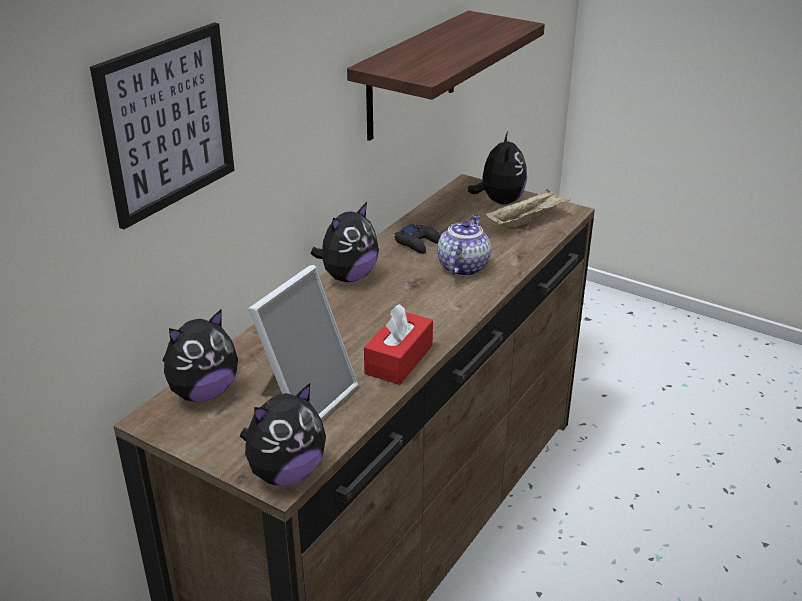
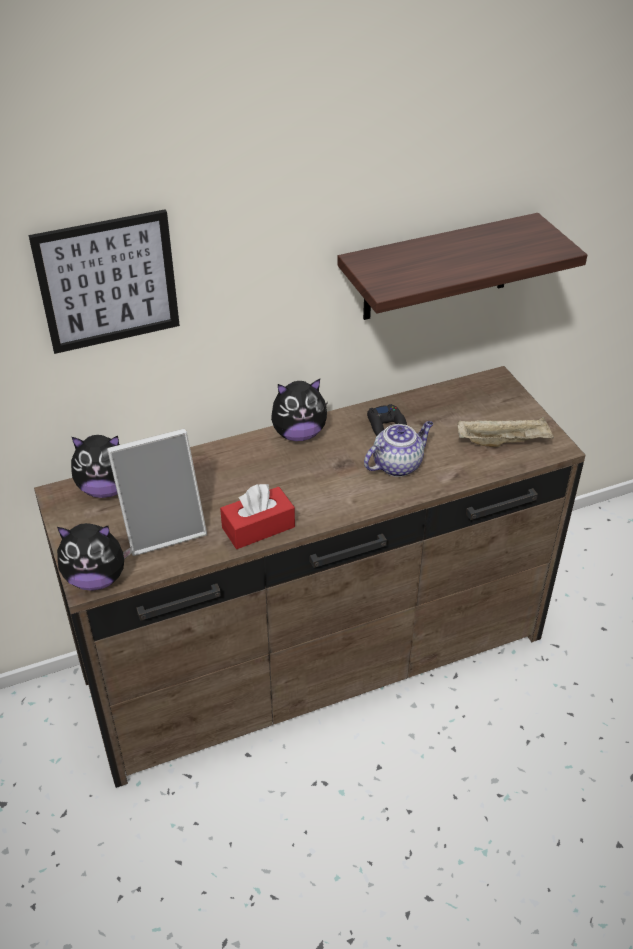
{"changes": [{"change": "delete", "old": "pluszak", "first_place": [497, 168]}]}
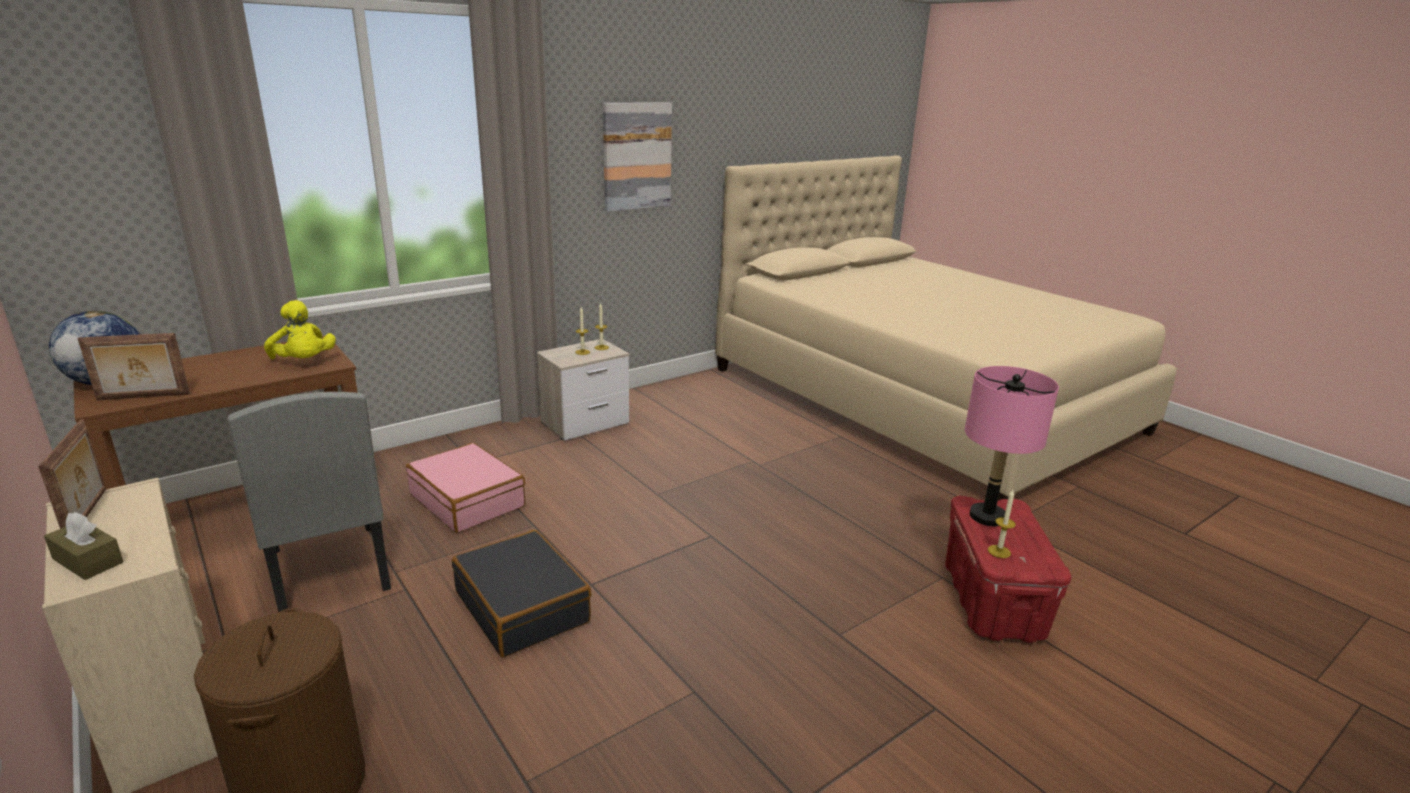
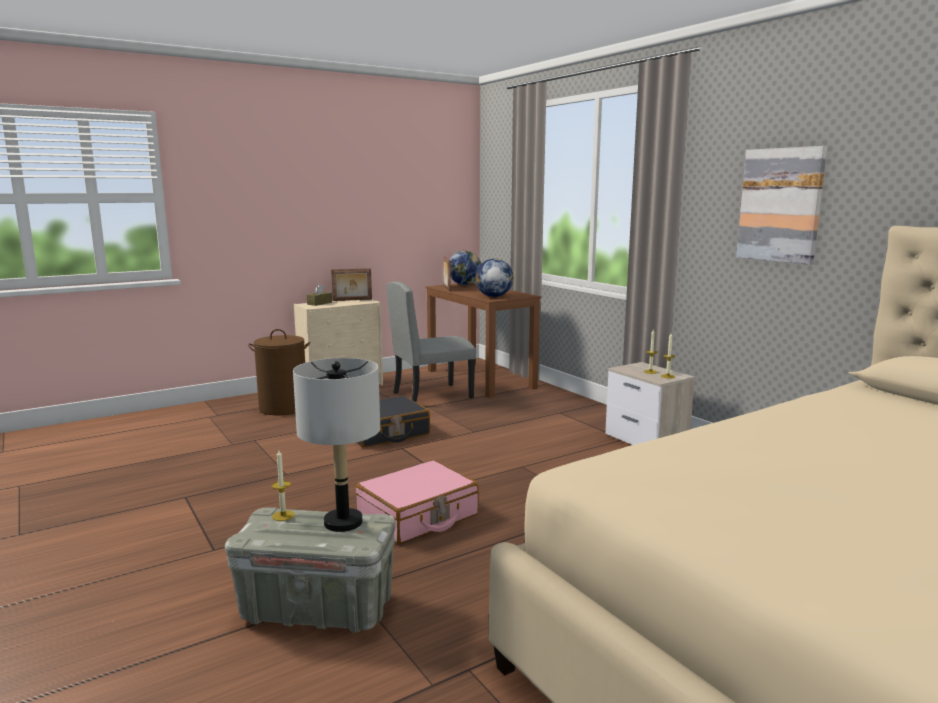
{"changes": [{"change": "recolor", "old": "pojemnik do przechowywania [czerwony]", "new": "pojemnik do przechowywania [szary]", "first_place": [1008, 569], "second_place": [310, 570]}, {"change": "recolor", "old": "lampa stołowa [różowy]", "new": "lampa stołowa [szary]", "first_place": [1012, 446], "second_place": [336, 445]}, {"change": "move", "old": "walizka [różowy]", "first_place": [465, 488], "second_place": [417, 502]}, {"change": "replace", "old": "pluszak [żółty]", "new": "globus", "first_place": [300, 329], "second_place": [494, 278]}]}
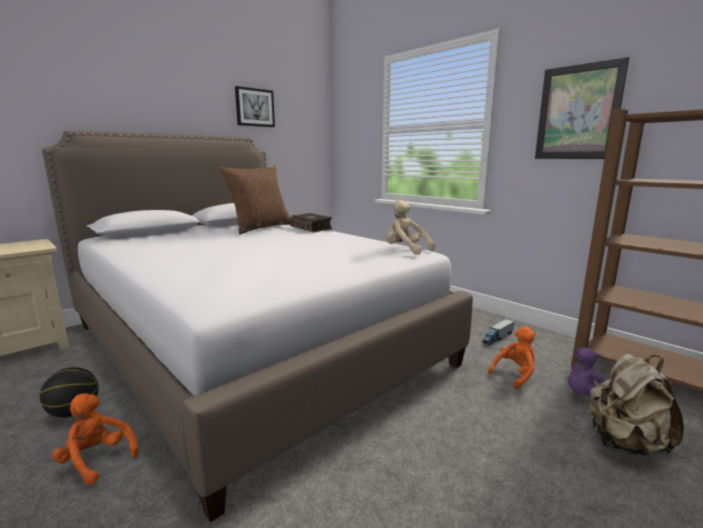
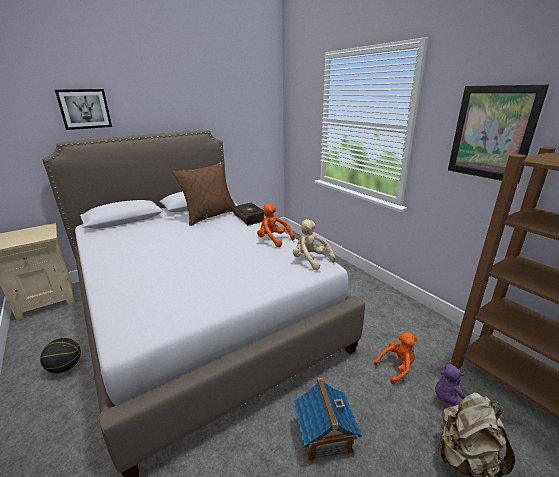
{"changes": [{"change": "move", "old": "obraz", "first_place": [255, 106], "second_place": [83, 109]}, {"change": "move", "old": "pluszak [pomarańczowy]", "first_place": [95, 439], "second_place": [276, 225]}, {"change": "insert", "new": "domek", "second_place": [328, 419]}, {"change": "delete", "old": "ciężarówka zabawkowa", "first_place": [498, 332]}]}
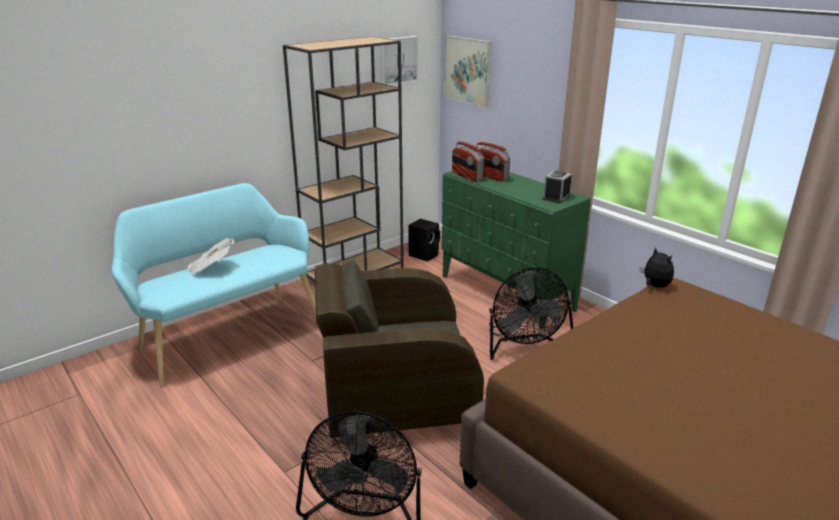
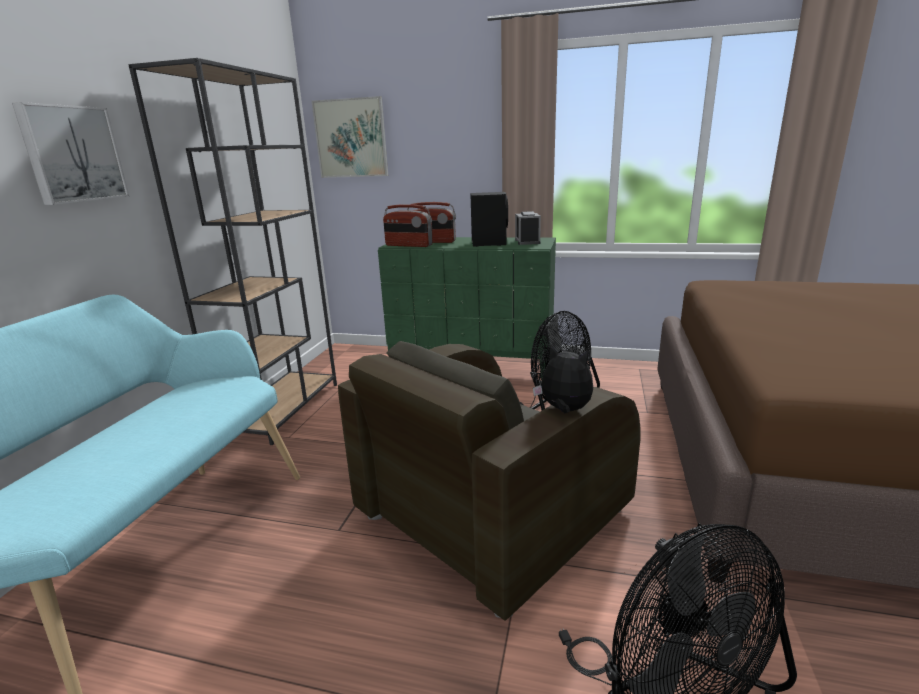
{"changes": [{"change": "move", "old": "obraz", "first_place": [399, 60], "second_place": [70, 153]}, {"change": "move", "old": "głośnik [czarny]", "first_place": [424, 240], "second_place": [489, 219]}, {"change": "move", "old": "pluszak", "first_place": [656, 267], "second_place": [563, 379]}, {"change": "delete", "old": "gazeta", "first_place": [211, 256]}]}
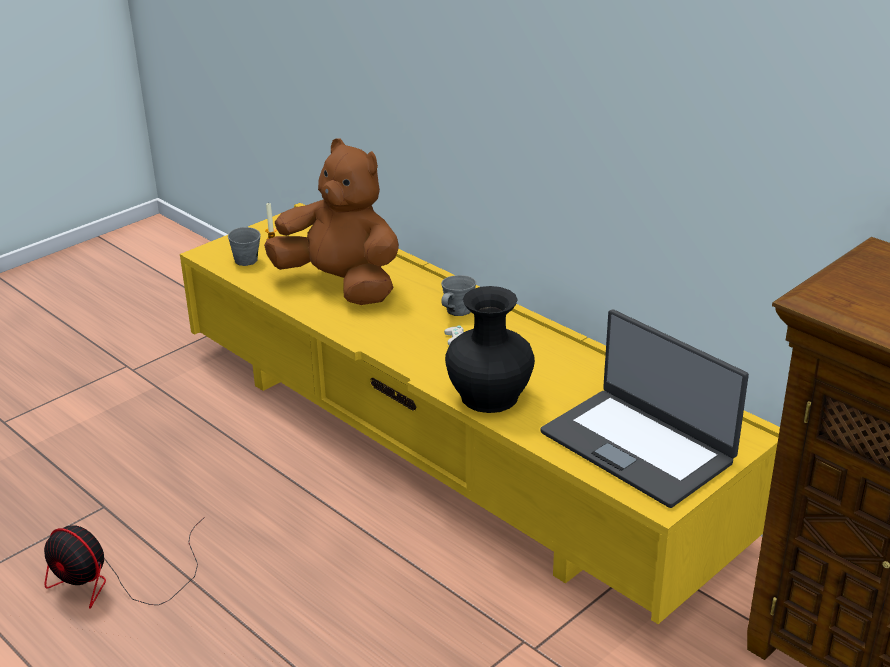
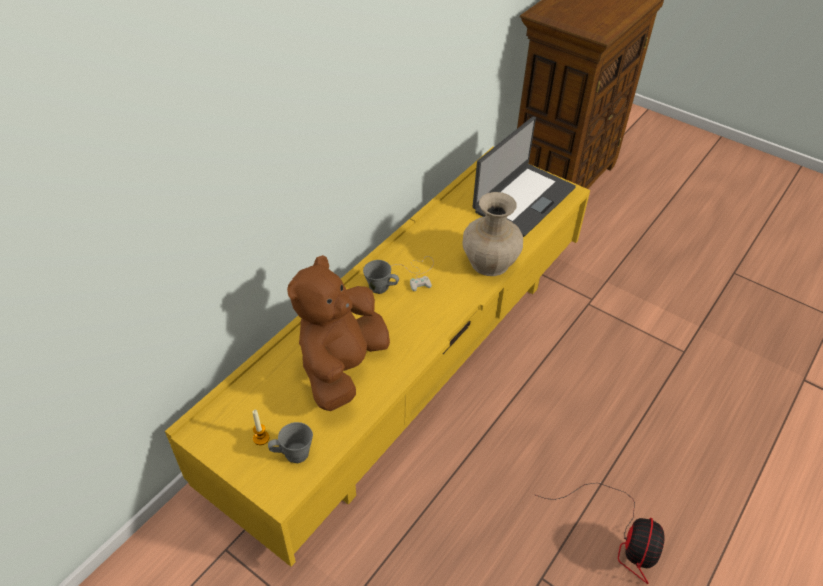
{"changes": [{"change": "recolor", "old": "wazon [czarny]", "new": "wazon [beżowy]", "first_place": [490, 349], "second_place": [493, 234]}]}
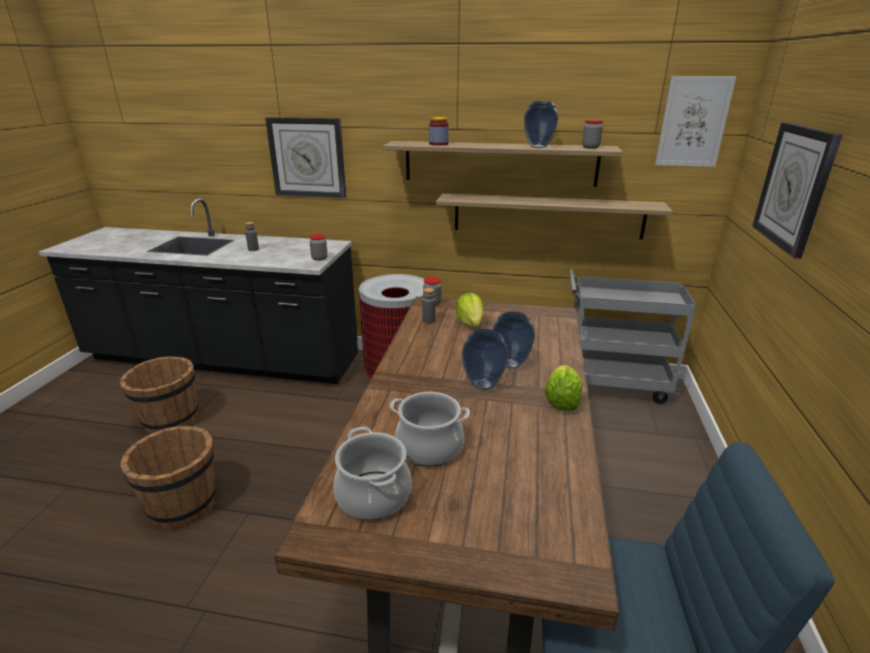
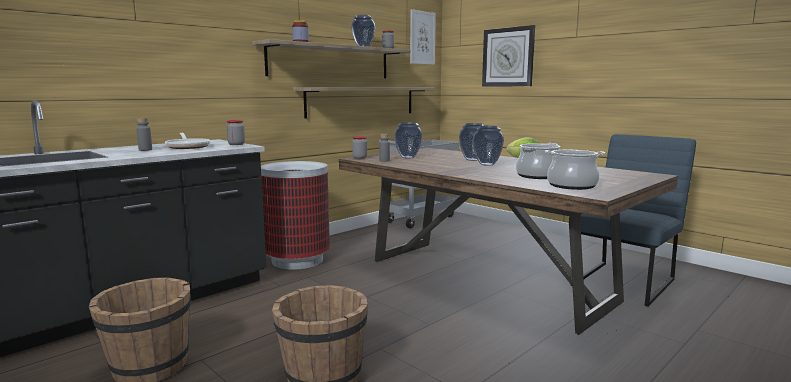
{"changes": [{"change": "insert", "new": "patelnia", "second_place": [187, 141]}, {"change": "replace", "old": "sałata", "new": "wazon", "first_place": [470, 309], "second_place": [408, 140]}, {"change": "delete", "old": "zegar ścienny", "first_place": [305, 157]}]}
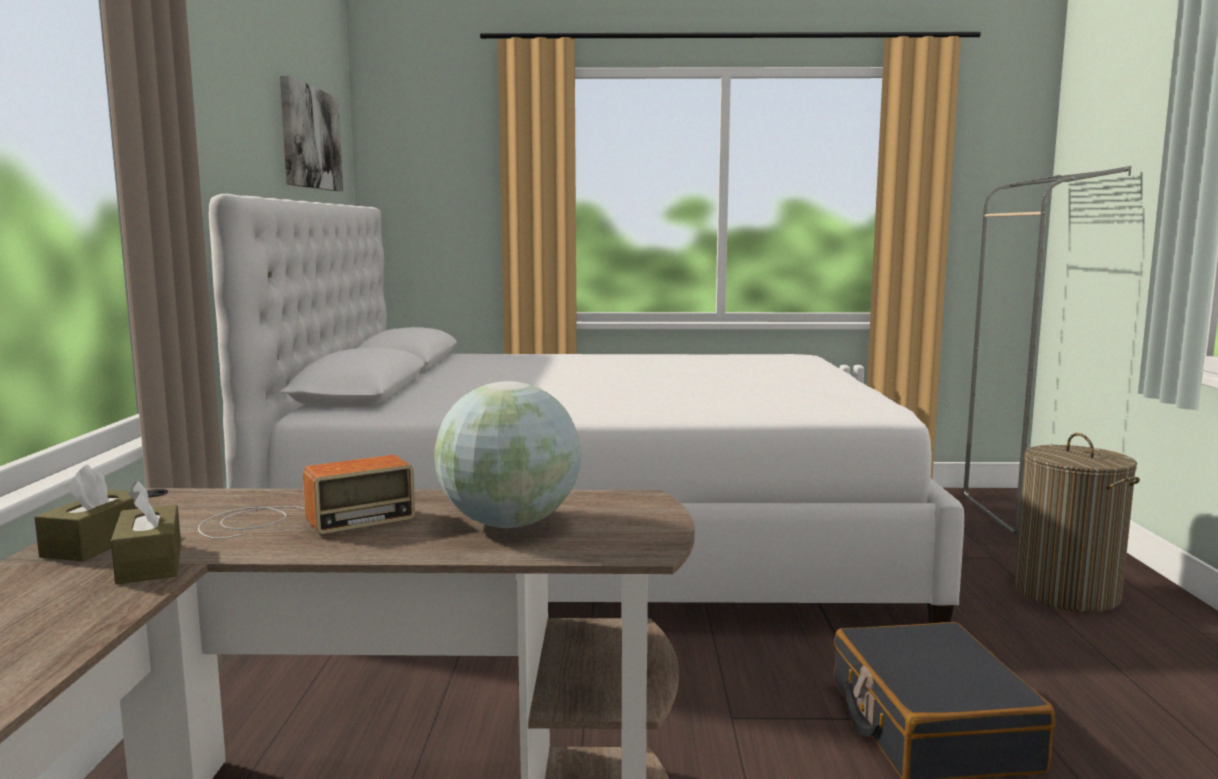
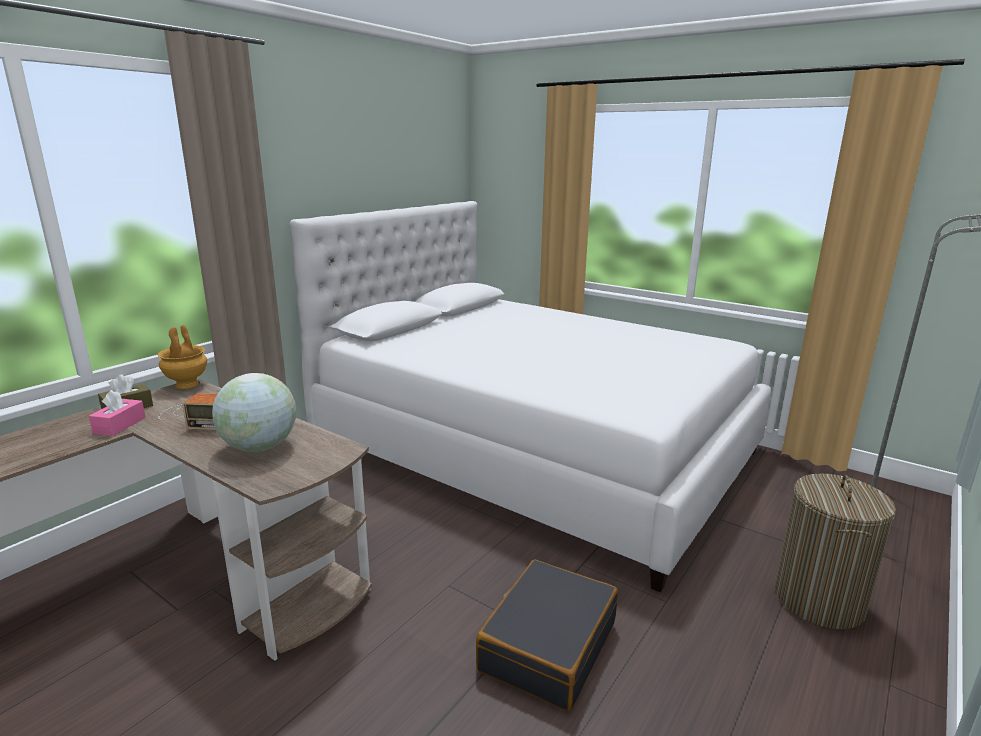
{"changes": [{"change": "recolor", "old": "pudełko chusteczek [brązowy]", "new": "pudełko chusteczek [różowy]", "first_place": [146, 532], "second_place": [117, 413]}, {"change": "insert", "new": "wazon [brązowy]", "second_place": [182, 357]}, {"change": "delete", "old": "obraz", "first_place": [311, 133]}]}
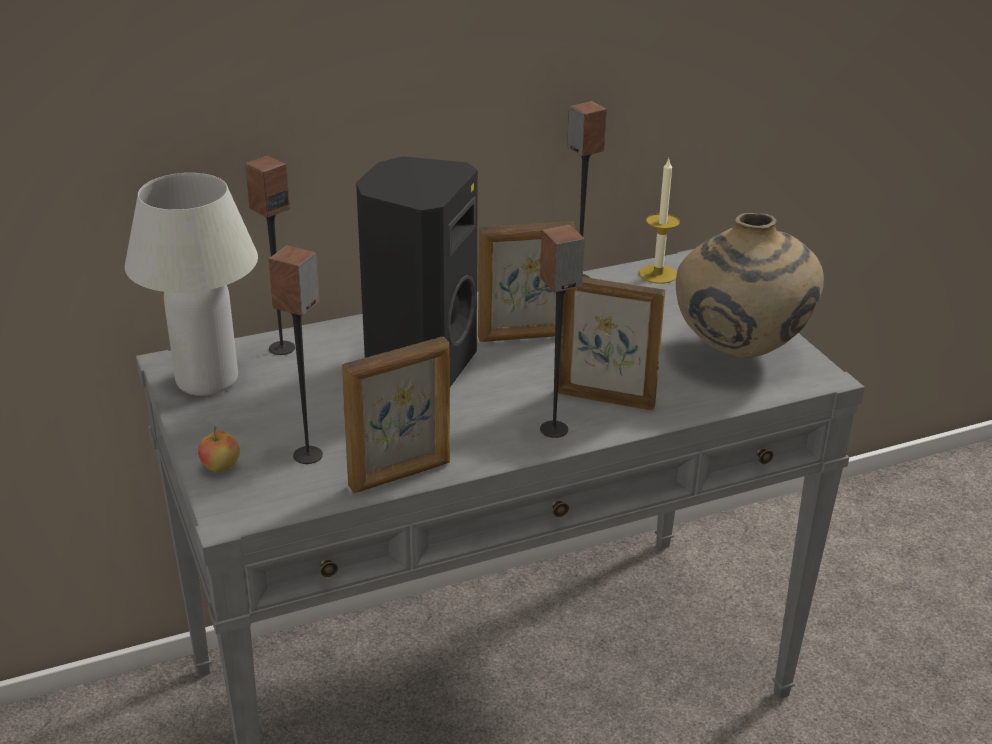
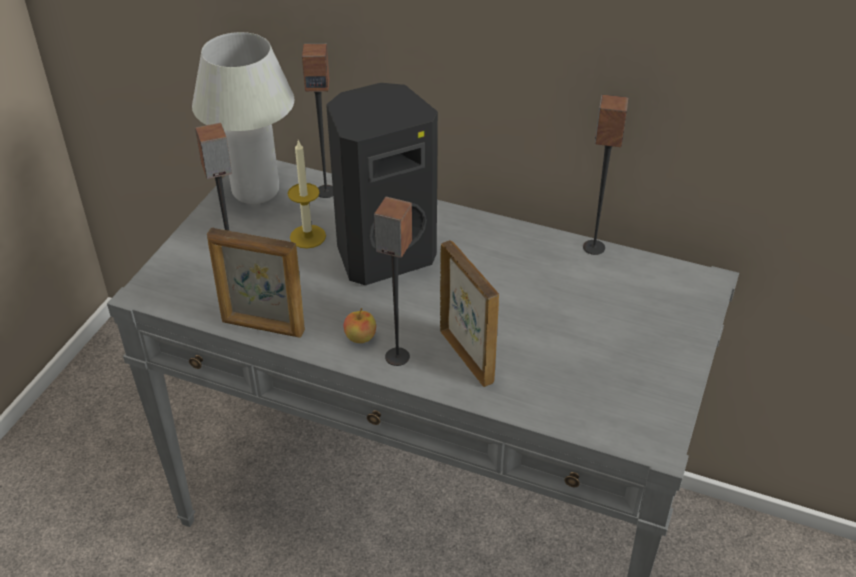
{"changes": [{"change": "move", "old": "świeca", "first_place": [659, 220], "second_place": [307, 194]}, {"change": "move", "old": "jabłko", "first_place": [219, 449], "second_place": [360, 325]}, {"change": "delete", "old": "ramka na zdjęcie", "first_place": [526, 281]}, {"change": "delete", "old": "wazon [beżowy]", "first_place": [750, 285]}]}
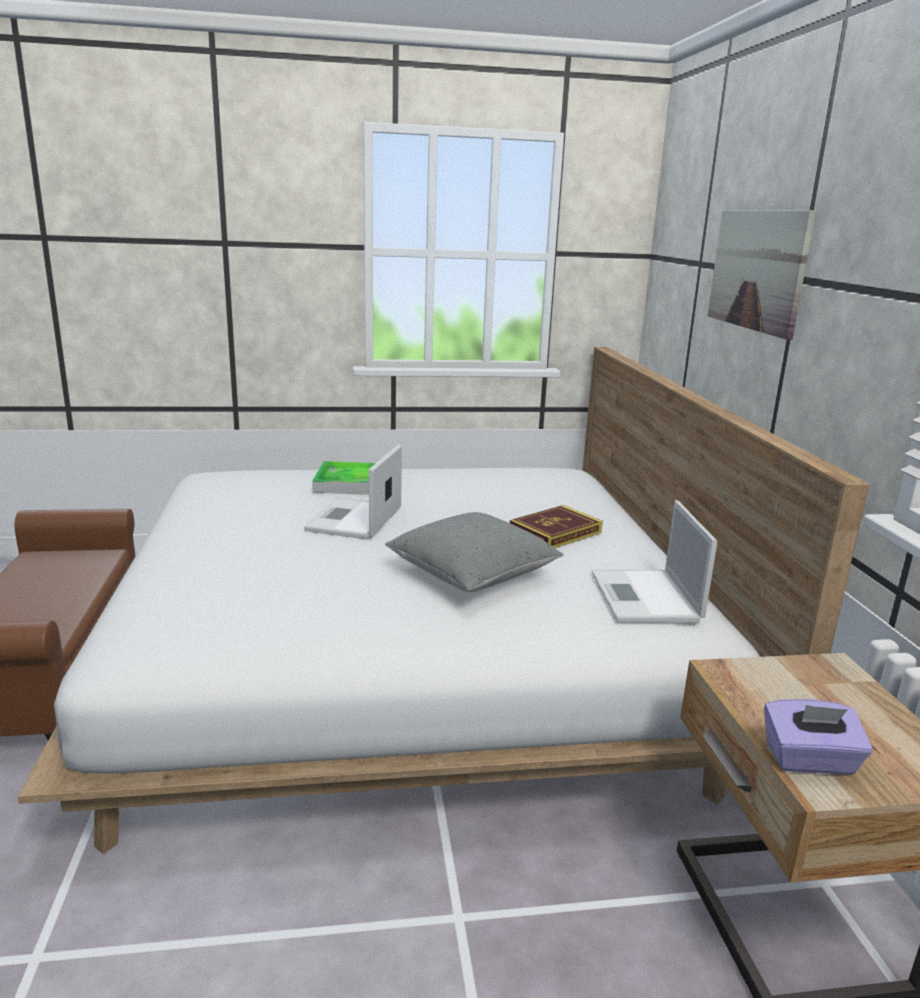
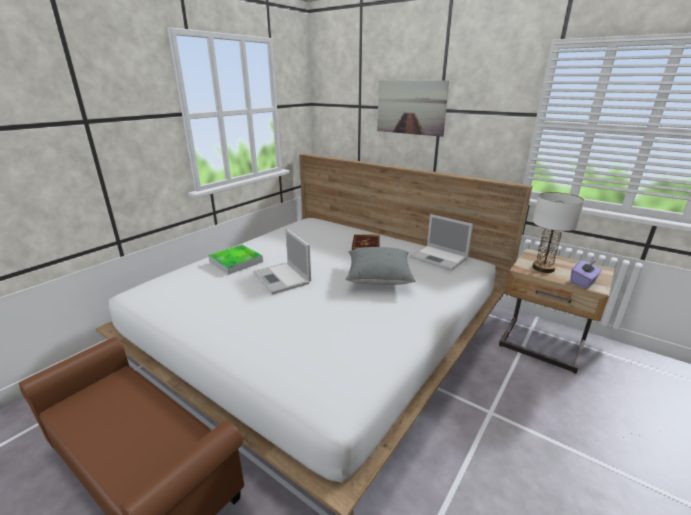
{"changes": [{"change": "insert", "new": "lampa stołowa", "second_place": [559, 232]}]}
